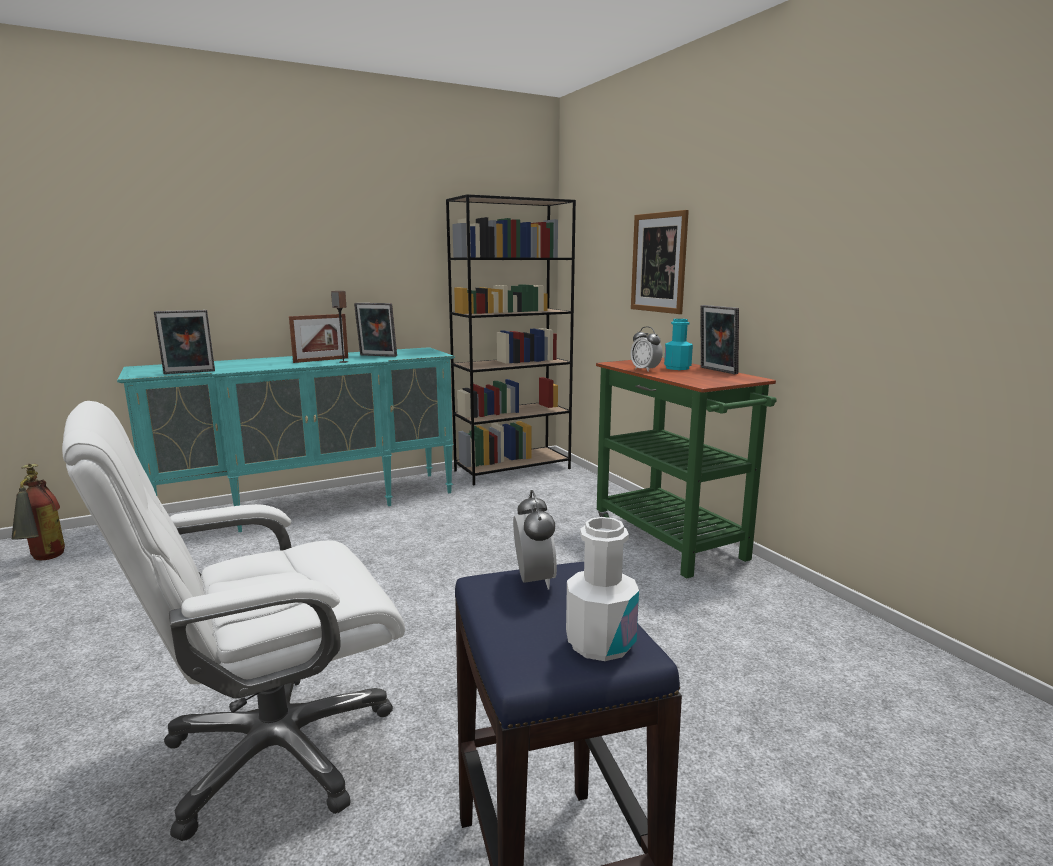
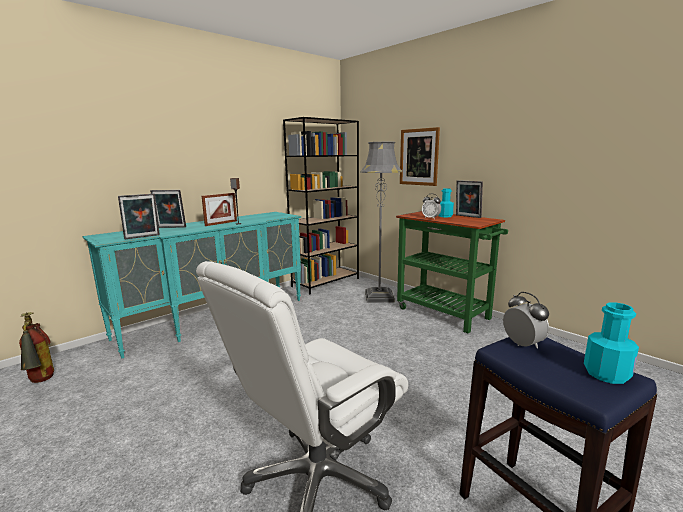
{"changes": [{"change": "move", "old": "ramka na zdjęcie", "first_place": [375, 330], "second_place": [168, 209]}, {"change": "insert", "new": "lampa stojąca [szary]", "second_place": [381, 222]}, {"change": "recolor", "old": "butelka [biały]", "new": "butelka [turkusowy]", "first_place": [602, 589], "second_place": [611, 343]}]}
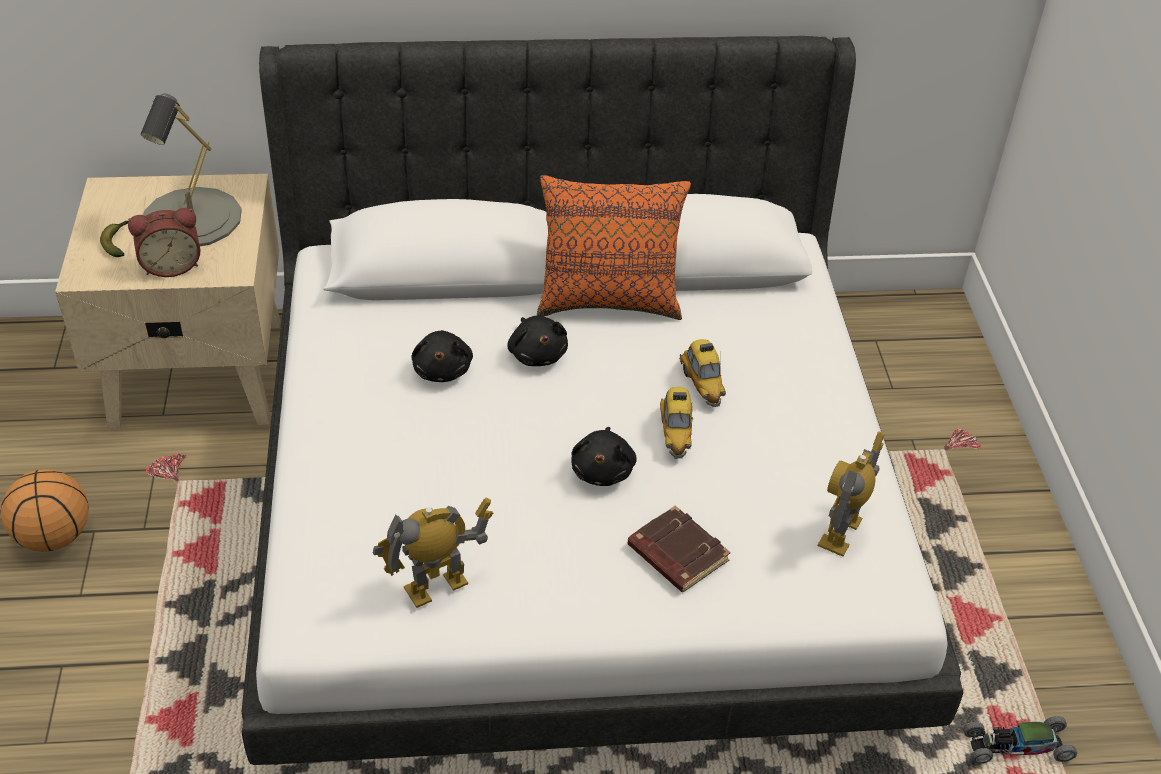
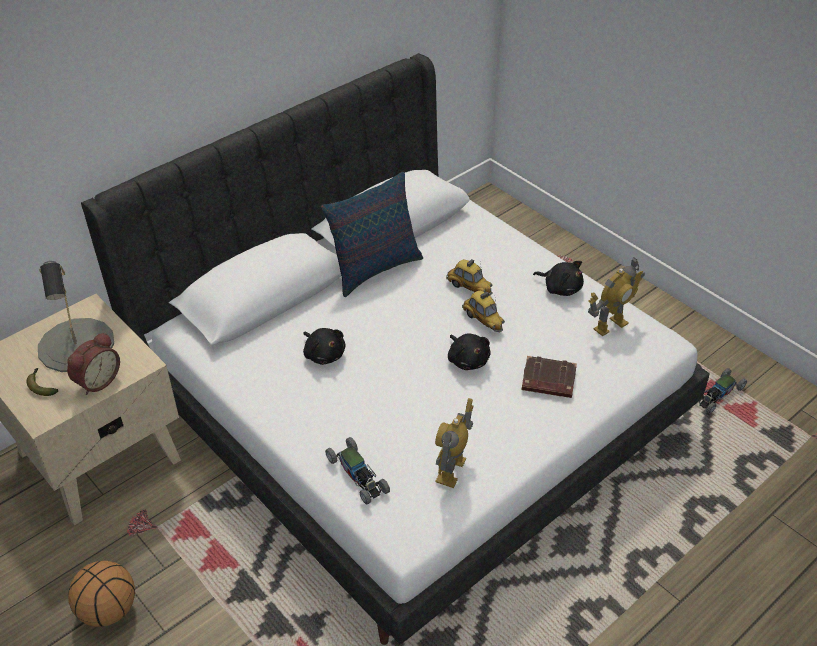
{"changes": [{"change": "recolor", "old": "poduszka [pomarańczowy]", "new": "poduszka [niebieski]", "first_place": [614, 247], "second_place": [372, 234]}, {"change": "insert", "new": "samochodzik", "second_place": [357, 470]}, {"change": "move", "old": "pluszak [czarny]", "first_place": [537, 341], "second_place": [558, 278]}, {"change": "rotate", "old": "robot zabawkowy", "first_place": [851, 494], "second_place": [616, 296], "degrees": -120}]}
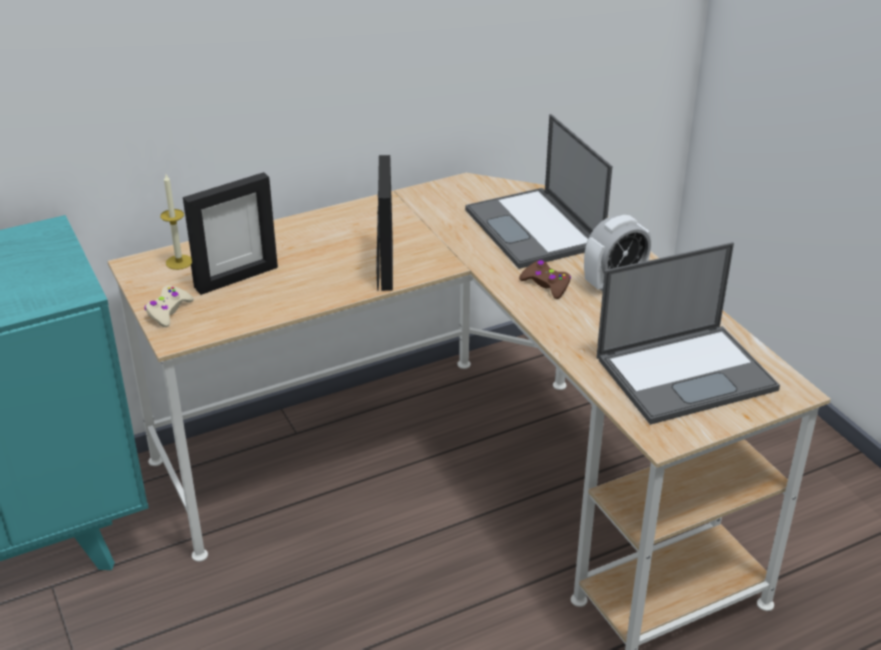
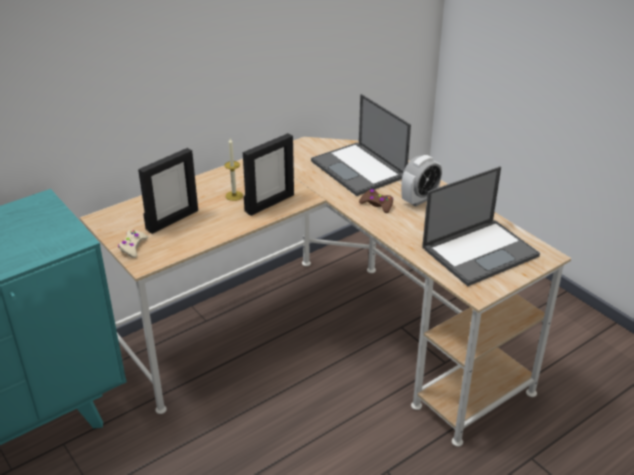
{"changes": [{"change": "move", "old": "świeca", "first_place": [176, 222], "second_place": [233, 169]}, {"change": "rotate", "old": "ramka na zdjęcie", "first_place": [384, 223], "second_place": [268, 174], "degrees": 60}]}
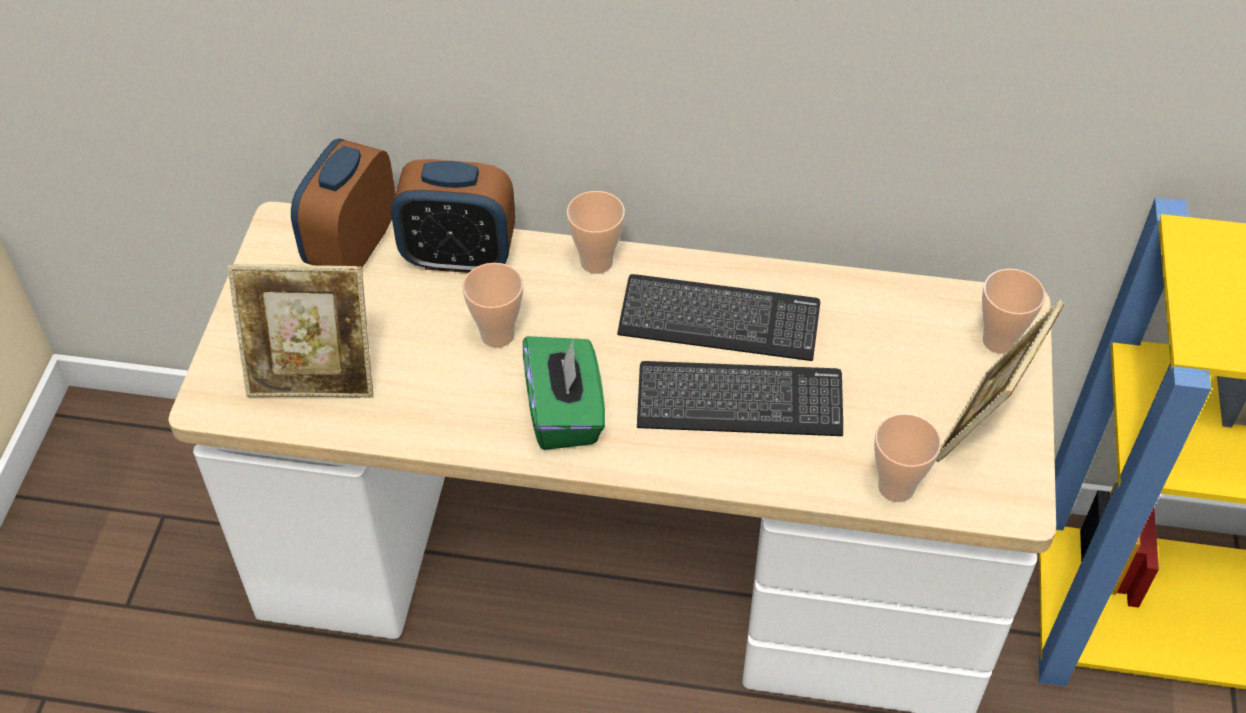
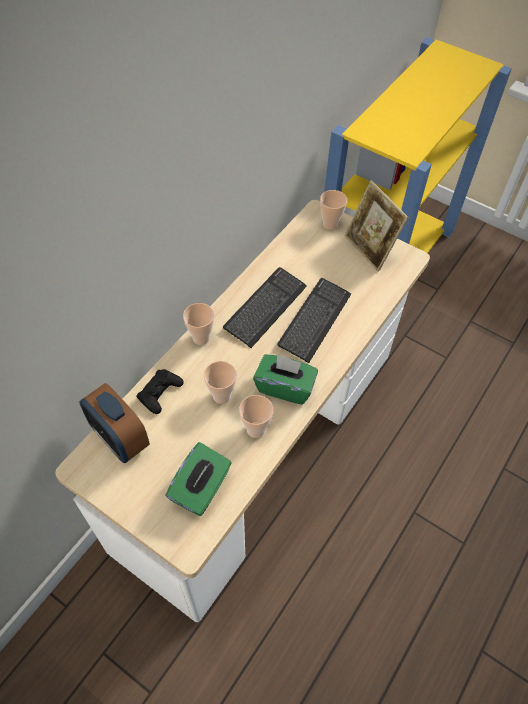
{"changes": [{"change": "replace", "old": "budzik", "new": "pad do gier [czarny]", "first_place": [453, 216], "second_place": [160, 391]}, {"change": "replace", "old": "ramka na zdjęcie", "new": "pudełko chusteczek [zielony]", "first_place": [300, 331], "second_place": [198, 479]}, {"change": "move", "old": "filiżanka", "first_place": [907, 457], "second_place": [256, 416]}]}
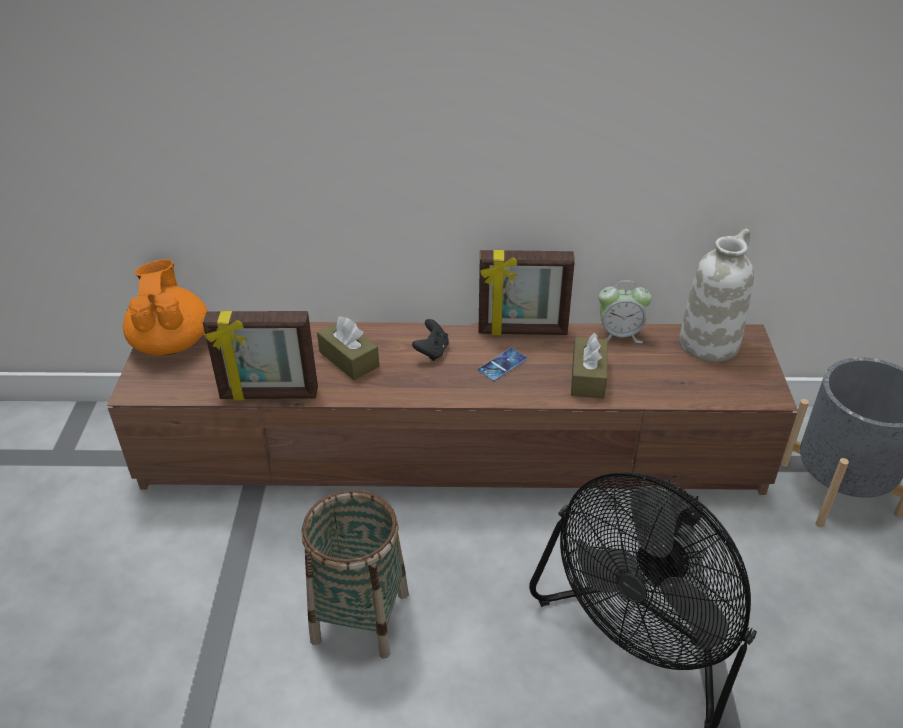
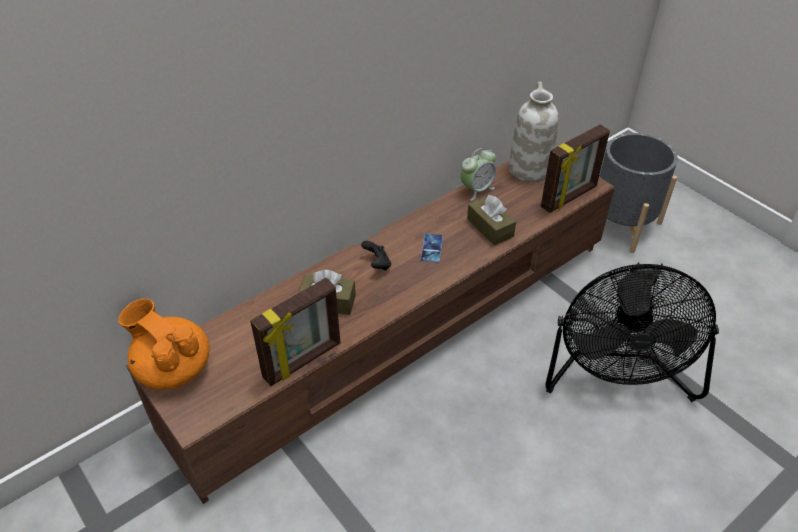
{"changes": [{"change": "move", "old": "ramka na zdjęcie", "first_place": [526, 292], "second_place": [575, 169]}, {"change": "delete", "old": "koszyk", "first_place": [355, 574]}]}
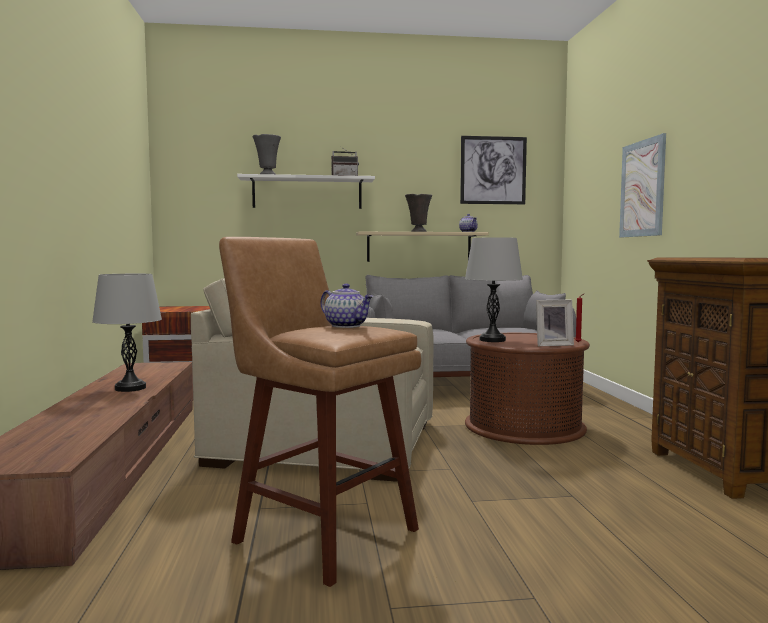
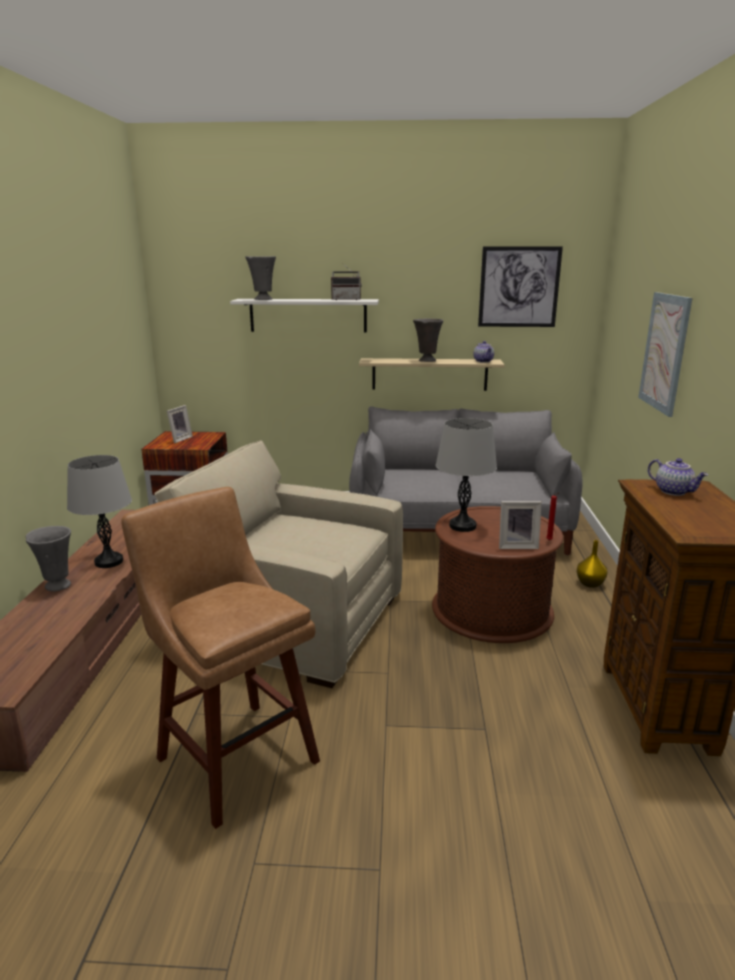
{"changes": [{"change": "insert", "new": "wazon [szary]", "second_place": [48, 558]}, {"change": "insert", "new": "ramka na zdjęcie", "second_place": [180, 424]}, {"change": "insert", "new": "wazon [żółty]", "second_place": [592, 564]}, {"change": "move", "old": "imbryk", "first_place": [347, 306], "second_place": [678, 477]}]}
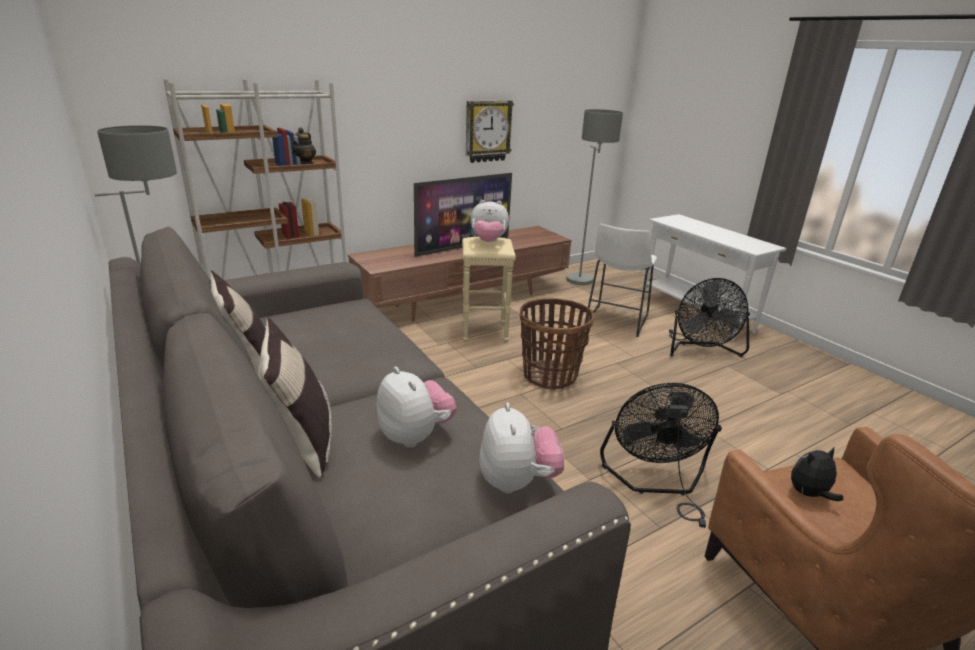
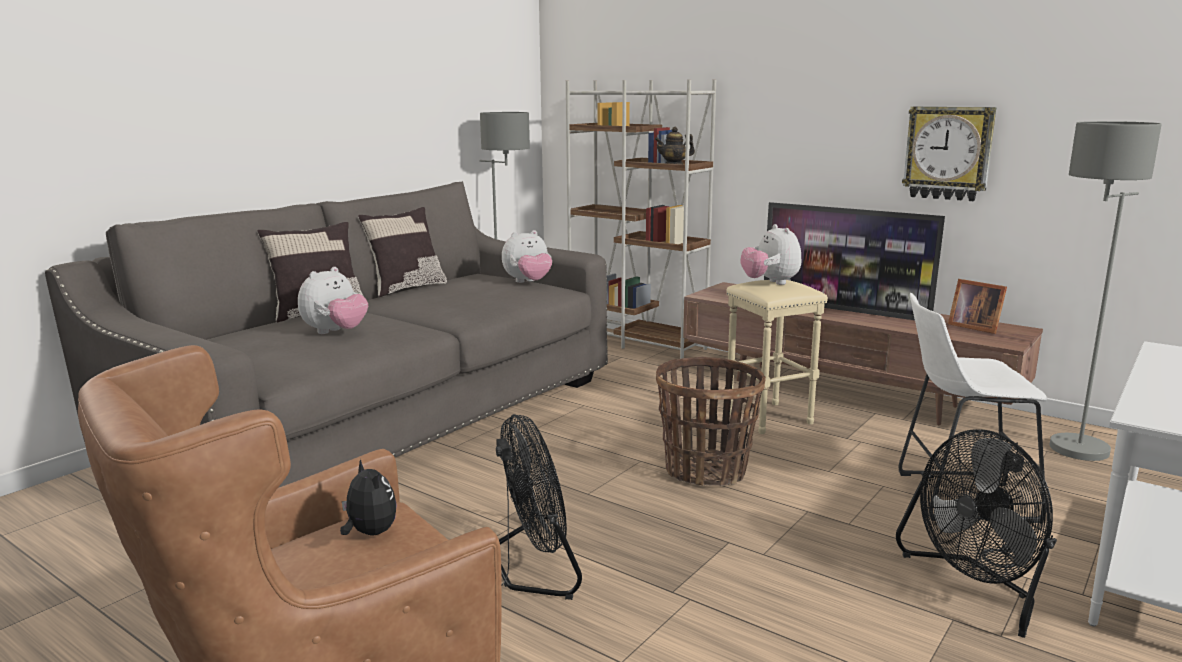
{"changes": [{"change": "move", "old": "pluszak", "first_place": [521, 448], "second_place": [527, 256]}, {"change": "insert", "new": "ramka na zdjęcie", "second_place": [977, 306]}]}
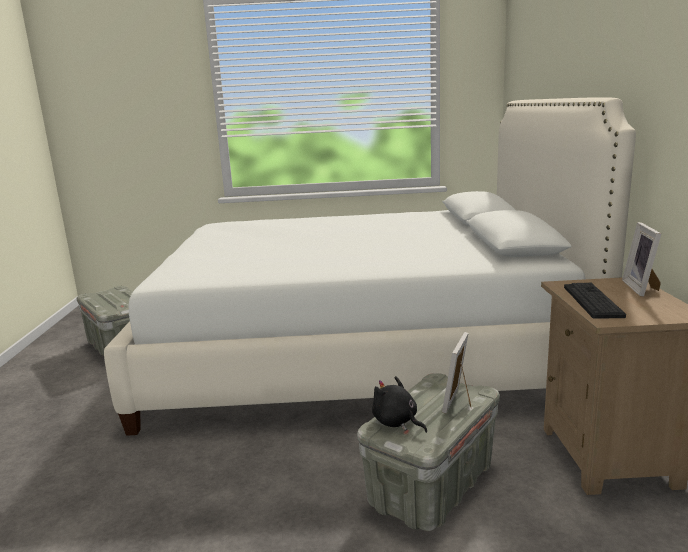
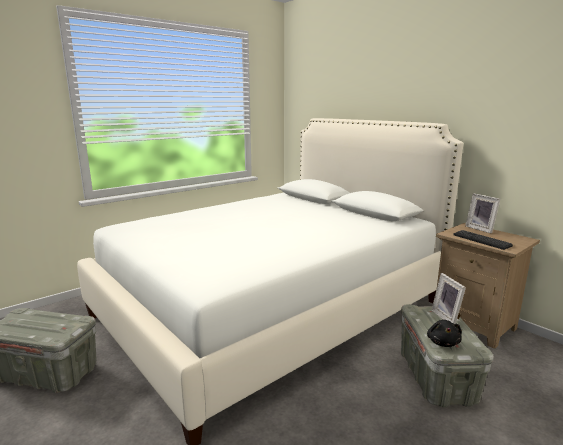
{"changes": [{"change": "rotate", "old": "pluszak [czarny]", "first_place": [399, 404], "second_place": [444, 333], "degrees": -90}]}
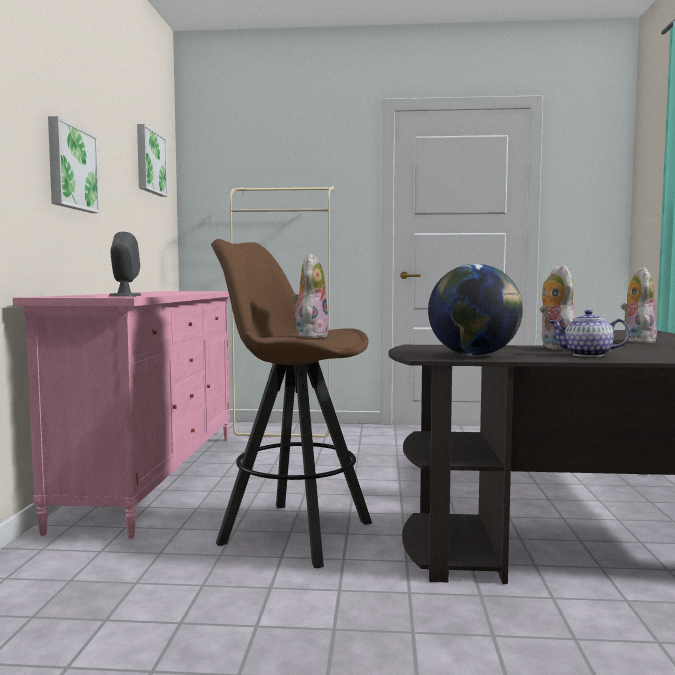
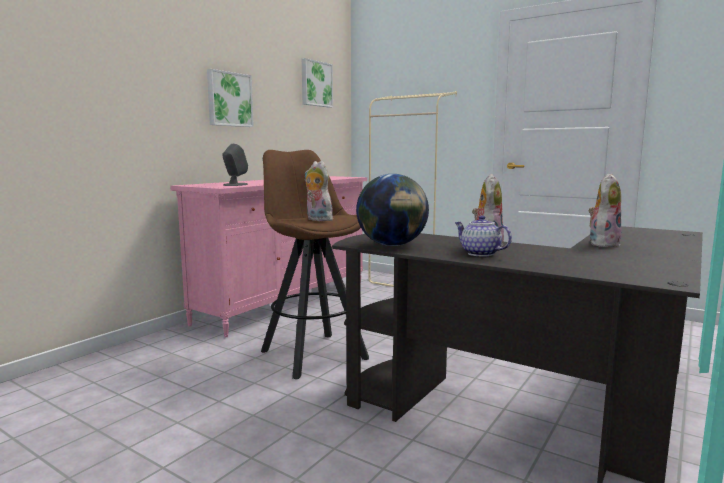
{"changes": [{"change": "rotate", "old": "pluszak", "first_place": [310, 295], "second_place": [319, 191], "degrees": -90}]}
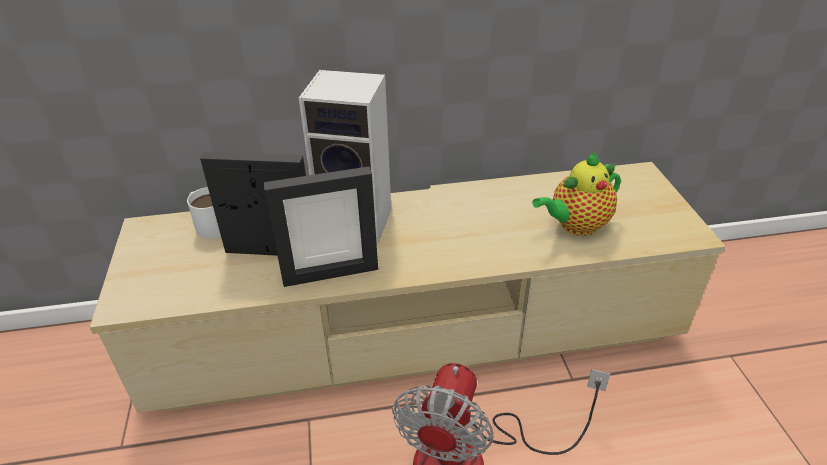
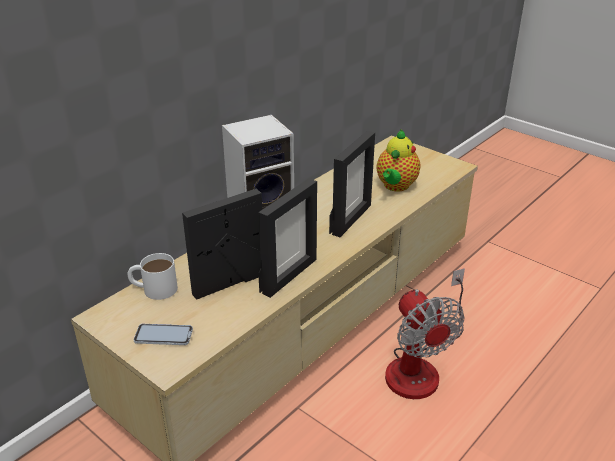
{"changes": [{"change": "insert", "new": "telefon", "second_place": [163, 334]}, {"change": "insert", "new": "ramka na zdjęcie", "second_place": [352, 184]}]}
